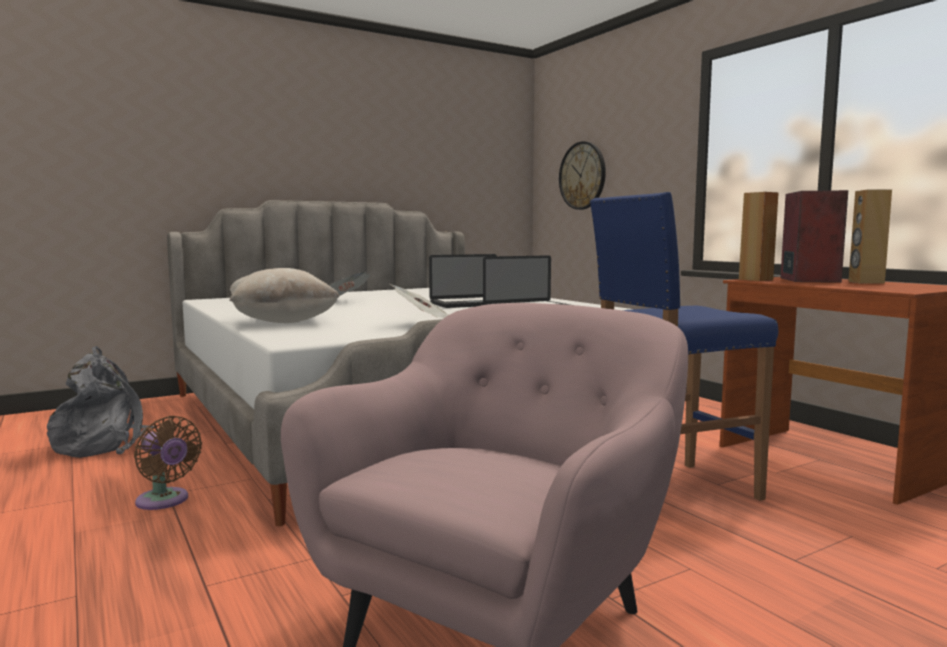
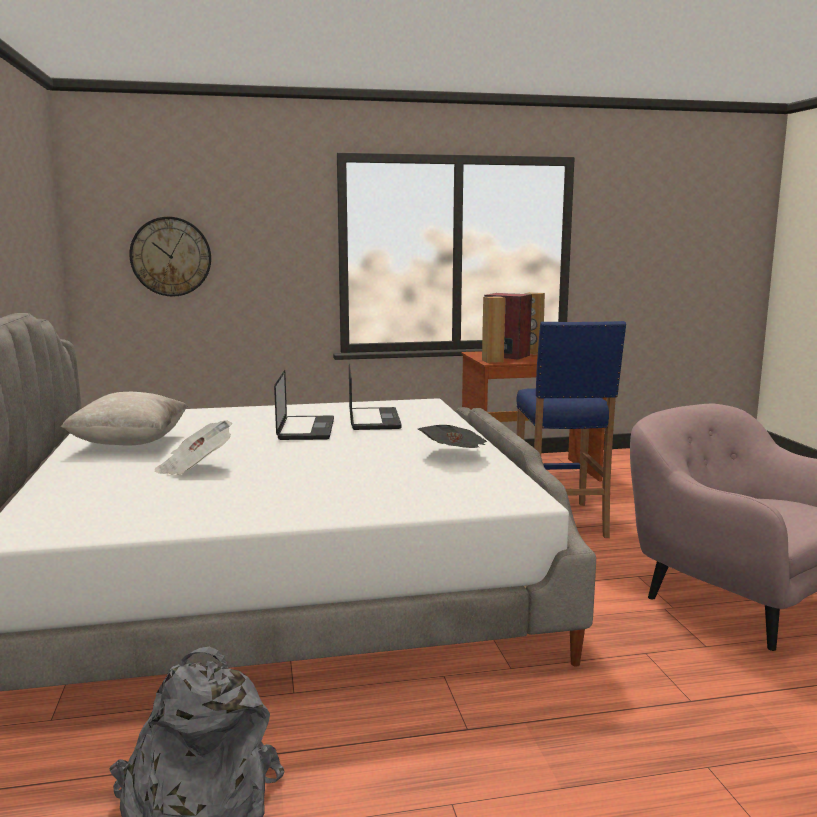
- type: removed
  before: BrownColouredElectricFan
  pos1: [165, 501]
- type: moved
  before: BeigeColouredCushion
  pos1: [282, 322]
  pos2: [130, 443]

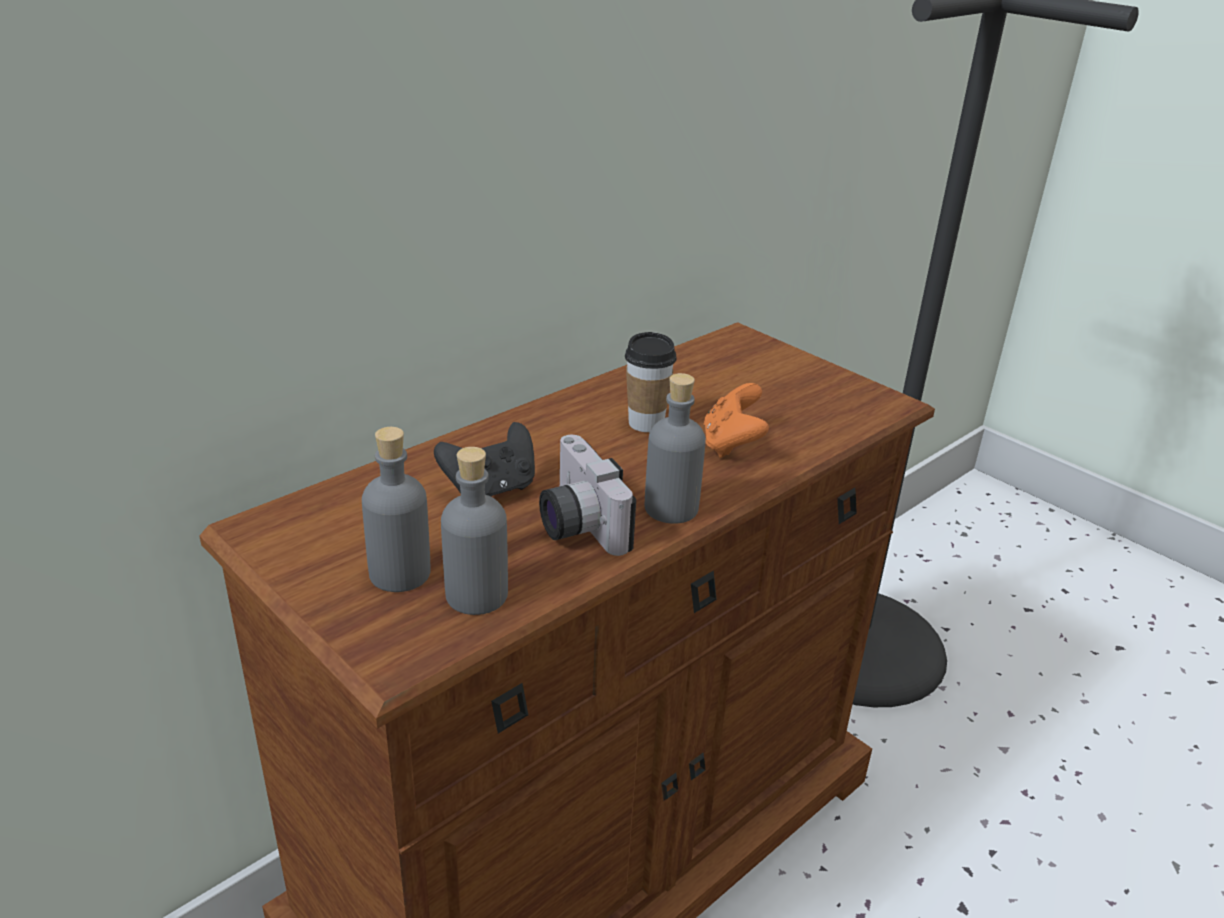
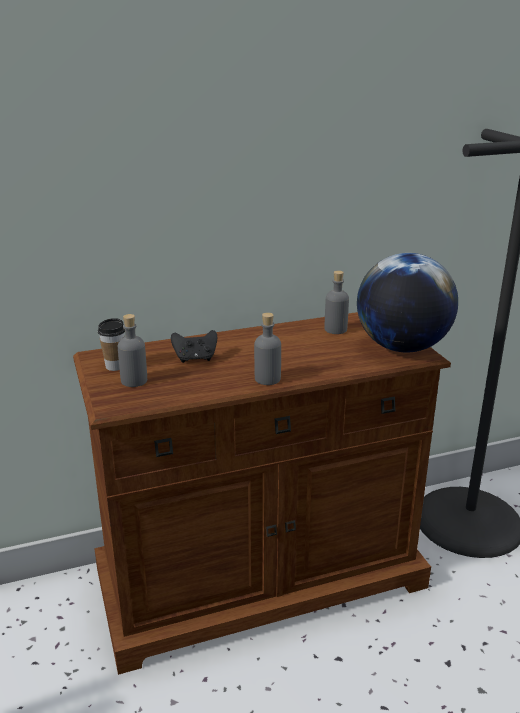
- type: removed
  before: PhotoCamera
  pos1: [575, 524]
- type: removed
  before: OrangeColouredGamepad
  pos1: [731, 445]
- type: added
  after: WorldGlobe
  pos2: [402, 347]
- type: moved
  before: GrayBottle
  pos1: [476, 595]
  pos2: [335, 329]
- type: moved
  before: Cup
  pos1: [646, 423]
  pos2: [115, 366]

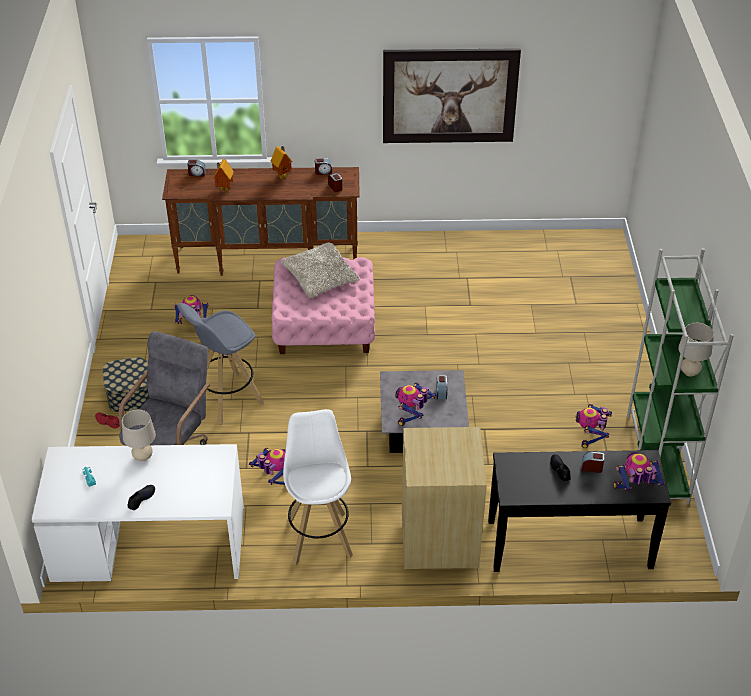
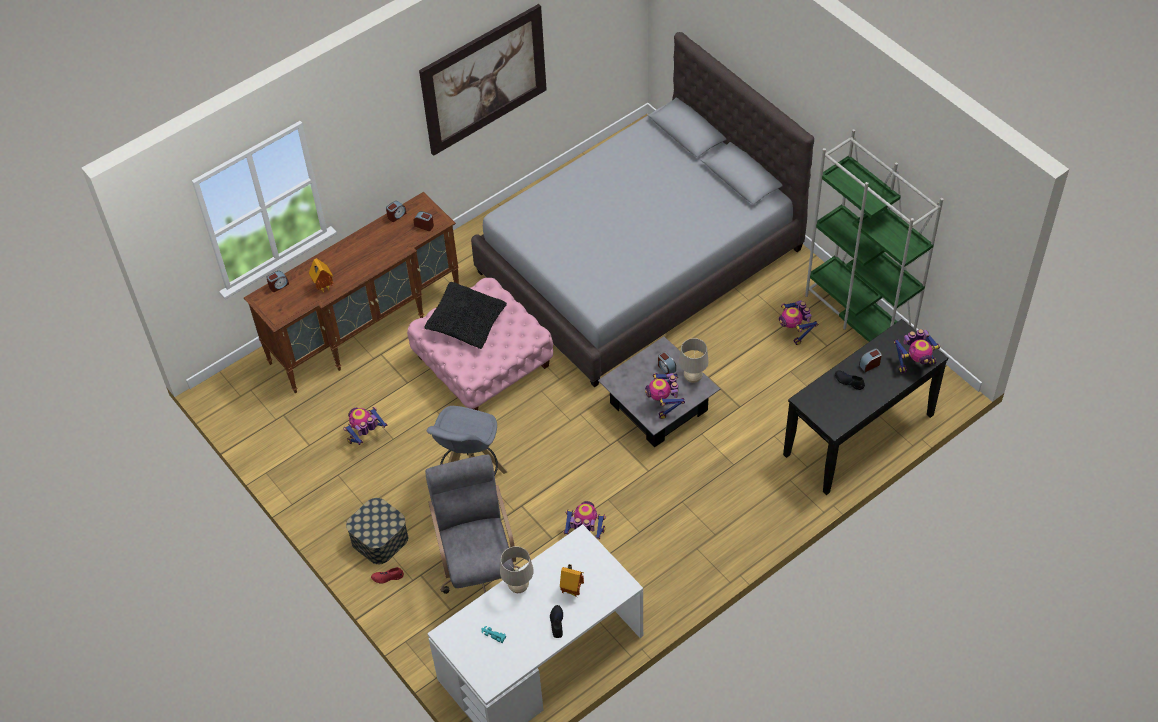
- type: removed
  before: WhiteColouredStoolSeat
  pos1: [319, 536]
- type: removed
  before: BrownColouredChestOfDrawers
  pos1: [439, 543]
- type: added
  after: GraySleepingBed
  pos2: [640, 261]
- type: moved
  before: ToyHouse
  pos1: [283, 176]
  pos2: [572, 590]
- type: moved
  before: BeigeColouredTabletopLamp
  pos1: [689, 372]
  pos2: [692, 378]
- type: recoloured
  before: BeigeColouredCushion
  after: BlackCushion
  pos1: [320, 278]
  pos2: [467, 322]
- type: turned
  before: RobotFigure
  pos1: [635, 489]
  pos2: [915, 363]
  turn: -150

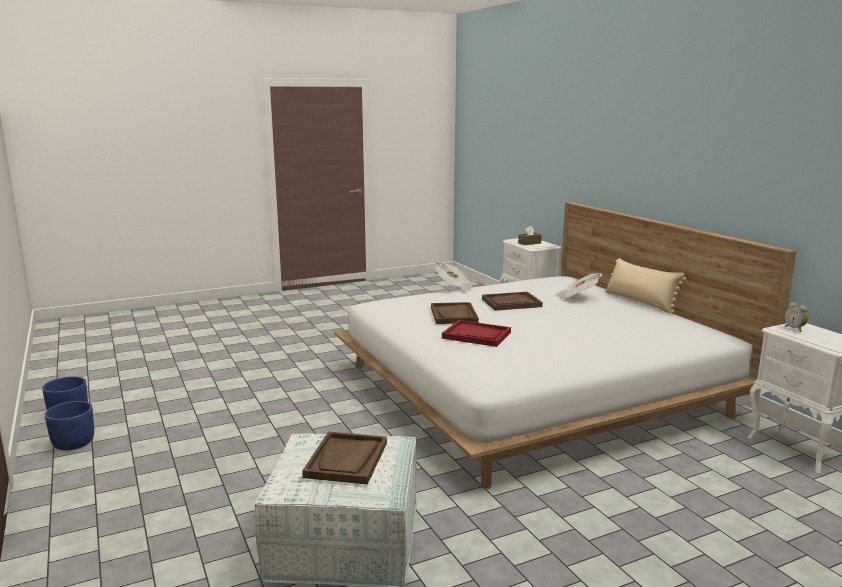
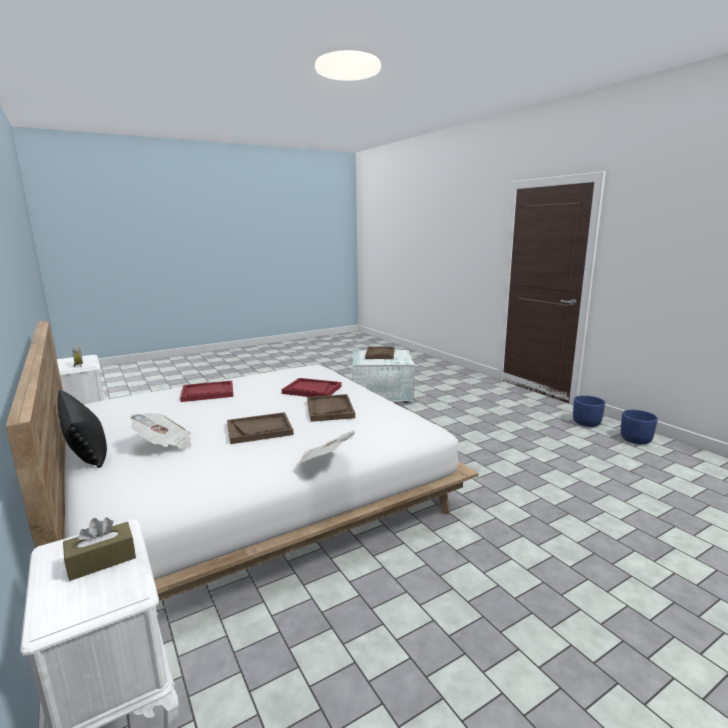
- type: added
  after: RedColouredCarryingTray
  pos2: [207, 393]
- type: recoloured
  before: BeigeColouredCushion
  after: BlackCushion
  pos1: [640, 302]
  pos2: [86, 448]

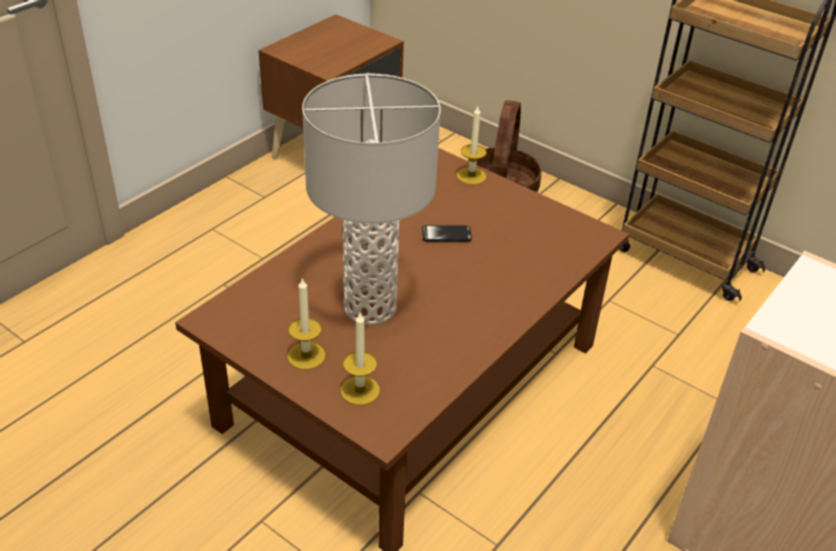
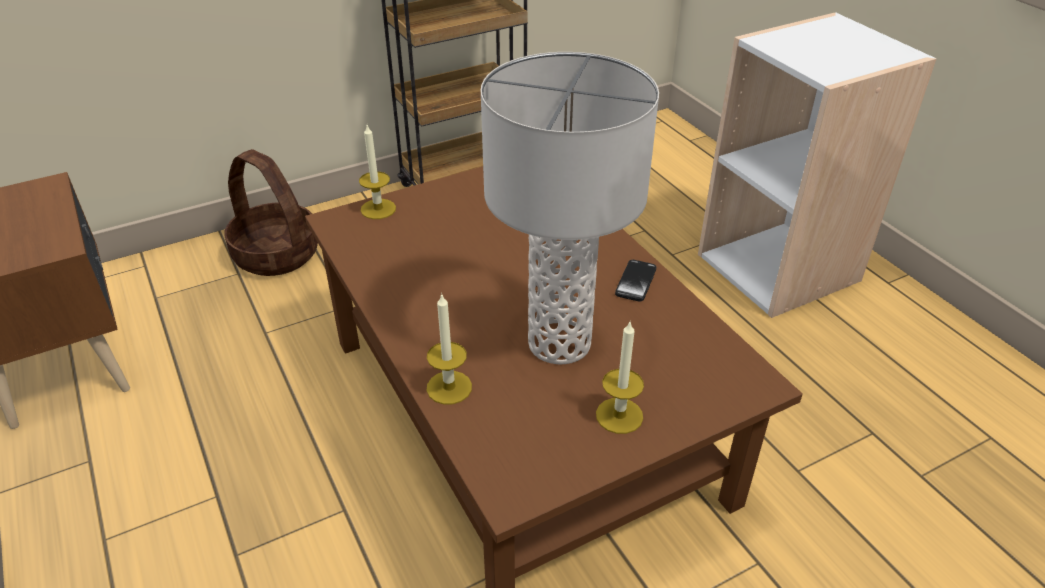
- type: moved
  before: WaxLight
  pos1: [360, 390]
  pos2: [449, 387]
- type: moved
  before: Handset
  pos1: [446, 235]
  pos2: [635, 281]

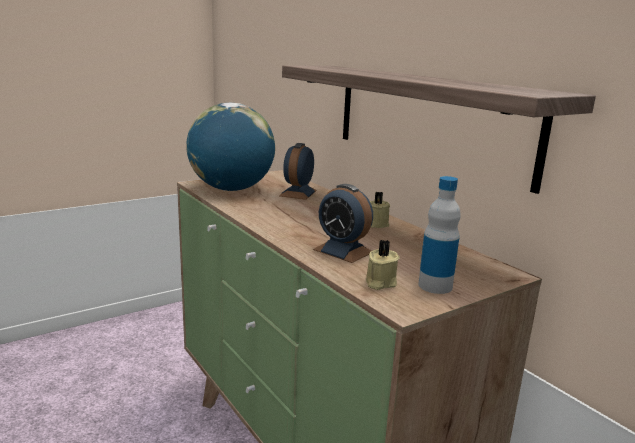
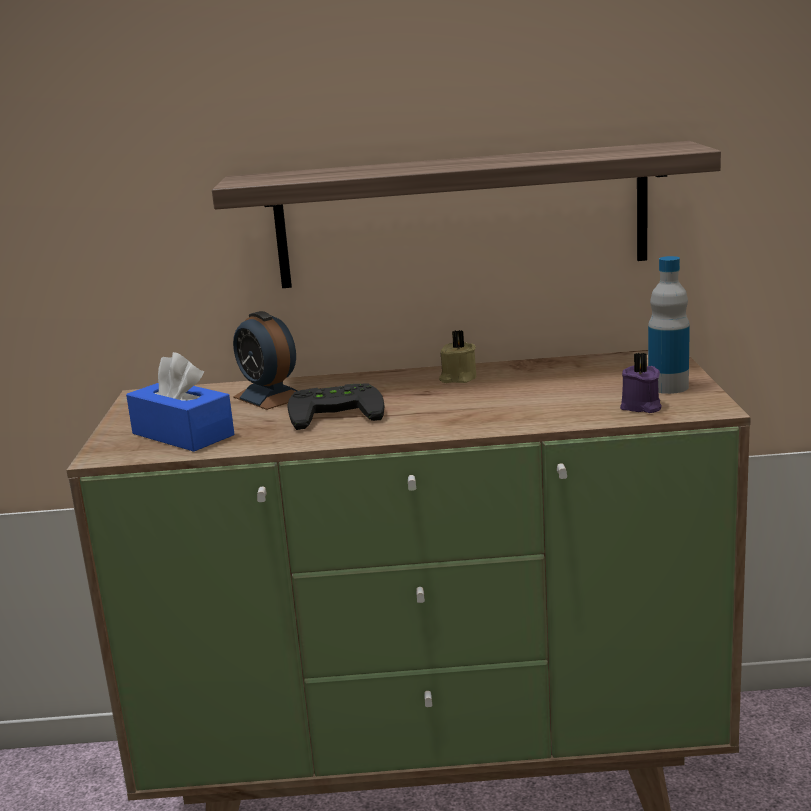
- type: removed
  before: AlarmClock
  pos1: [343, 251]
- type: added
  after: BlackGamepad
  pos2: [336, 412]
- type: replaced
  before: WorldGlobe
  after: BlueColouredTissueHolder
  pos1: [231, 189]
  pos2: [183, 434]
- type: recoloured
  before: BeigeColouredWaxLight
  after: PurplishWaxLight
  pos1: [379, 283]
  pos2: [641, 407]

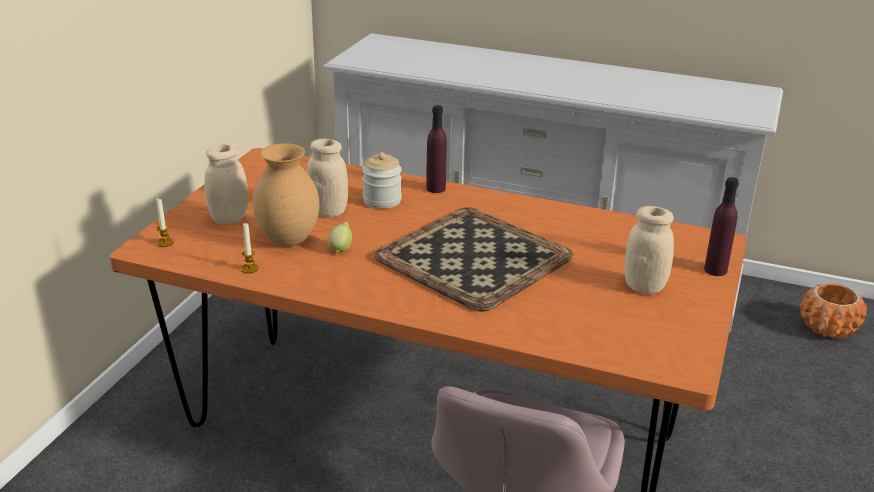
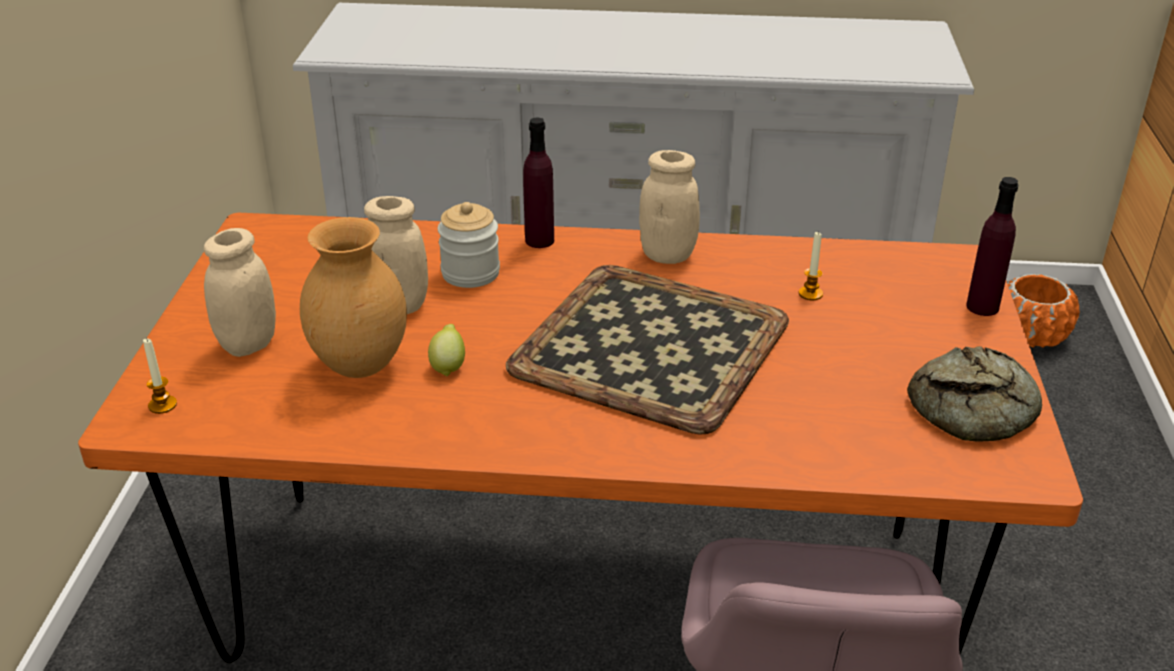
- type: added
  after: Bread
  pos2: [977, 409]
- type: moved
  before: WaxLight
  pos1: [249, 269]
  pos2: [810, 294]
- type: moved
  before: BeigeColouredPreserveJar
  pos1: [644, 287]
  pos2: [667, 255]

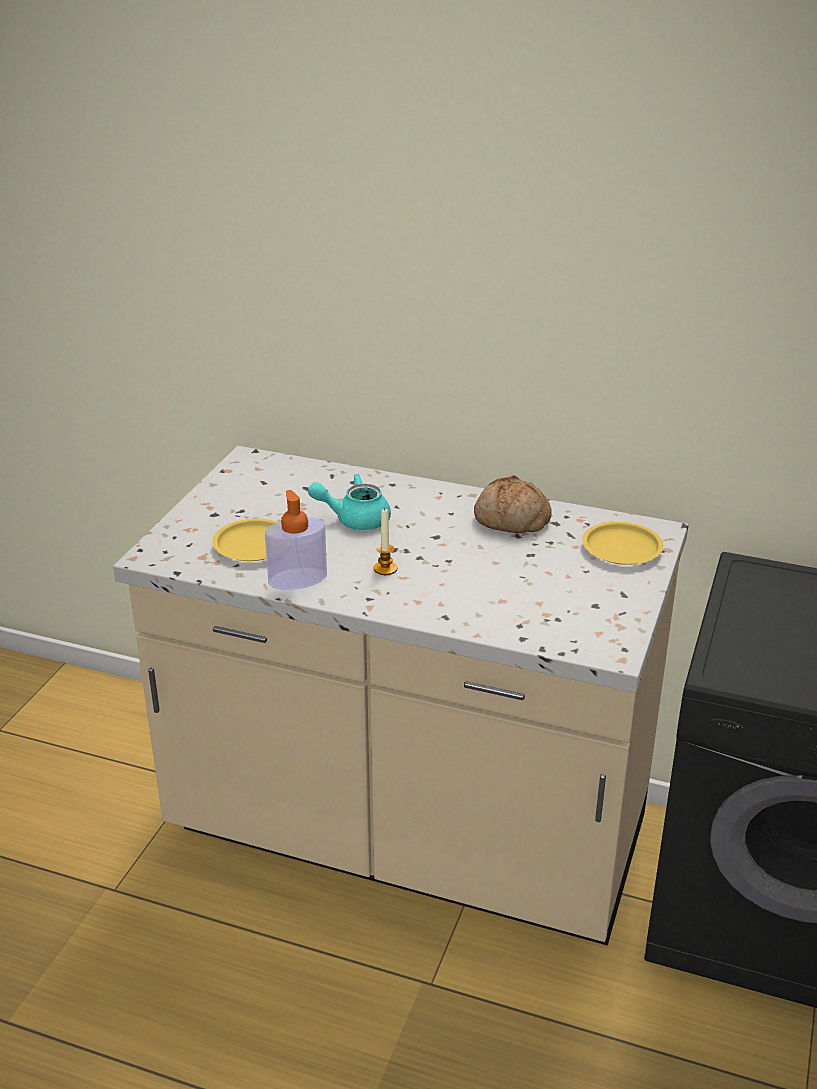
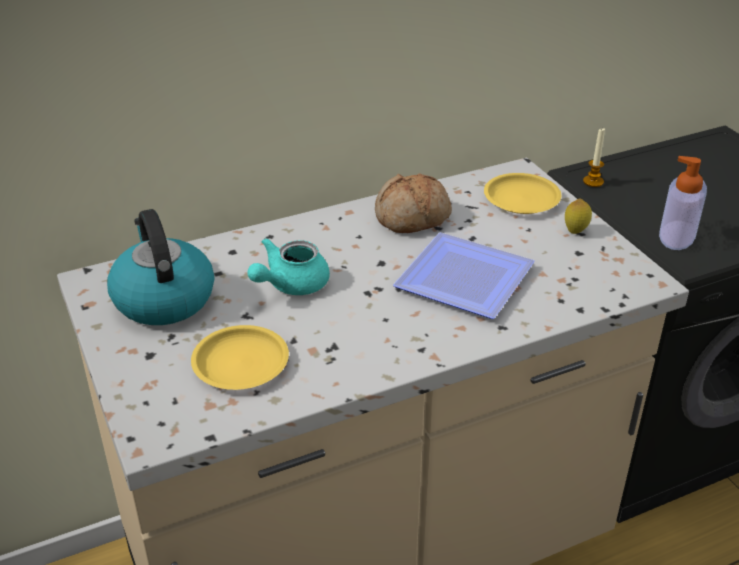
- type: added
  after: WaterKettle
  pos2: [163, 298]
- type: added
  after: DinnerPlate
  pos2: [466, 283]
- type: added
  after: WholeLemon
  pos2: [575, 231]
- type: moved
  before: LiquidSoapBottle
  pos1: [298, 579]
  pos2: [677, 235]
- type: moved
  before: WaxLight
  pos1: [385, 569]
  pos2: [593, 181]

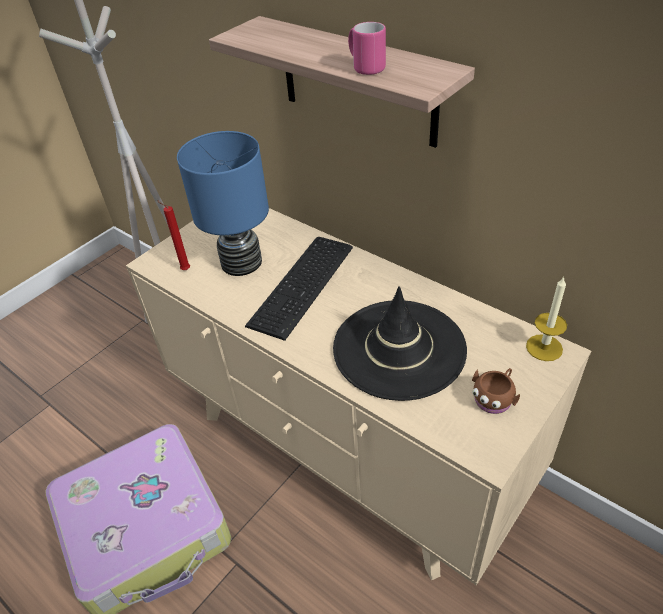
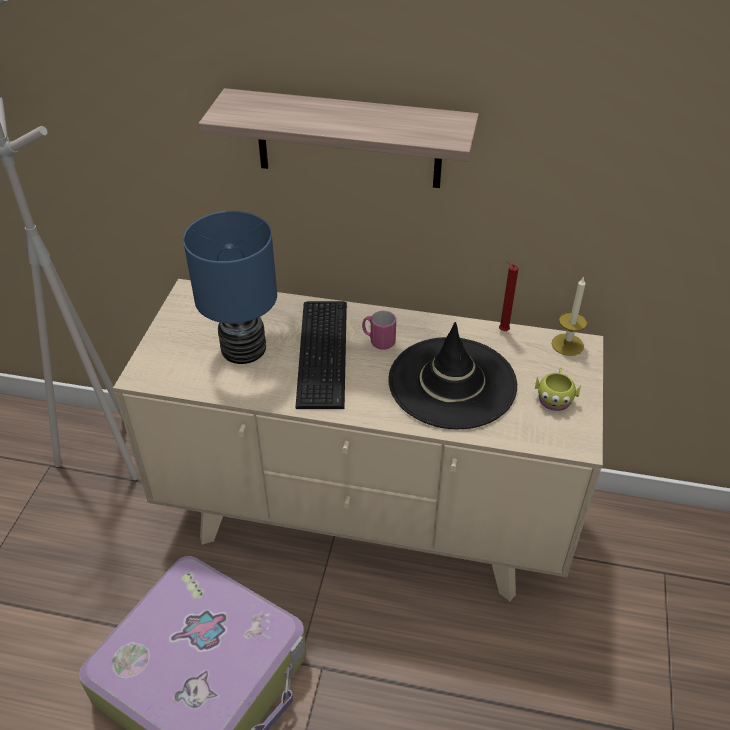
- type: moved
  before: RedColouredWaxLight
  pos1: [184, 269]
  pos2: [502, 331]
- type: moved
  before: PinkColouredMug
  pos1: [365, 68]
  pos2: [378, 341]
- type: recoloured
  before: BrownColouredMug
  after: YellowishMug
  pos1: [494, 398]
  pos2: [555, 397]

